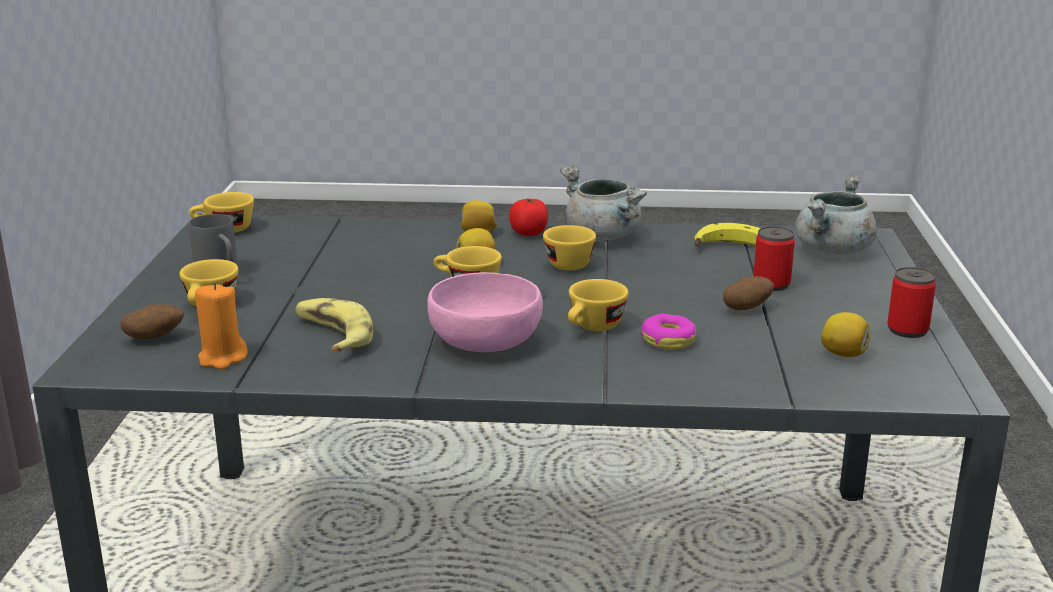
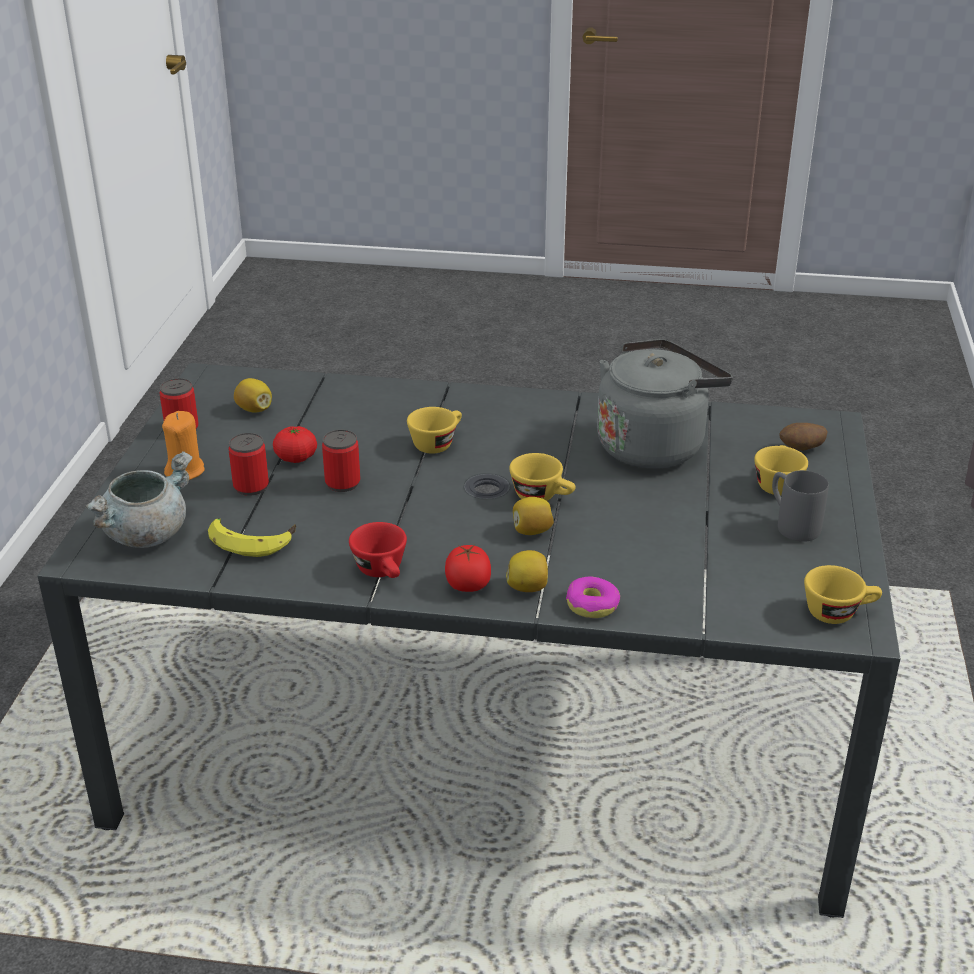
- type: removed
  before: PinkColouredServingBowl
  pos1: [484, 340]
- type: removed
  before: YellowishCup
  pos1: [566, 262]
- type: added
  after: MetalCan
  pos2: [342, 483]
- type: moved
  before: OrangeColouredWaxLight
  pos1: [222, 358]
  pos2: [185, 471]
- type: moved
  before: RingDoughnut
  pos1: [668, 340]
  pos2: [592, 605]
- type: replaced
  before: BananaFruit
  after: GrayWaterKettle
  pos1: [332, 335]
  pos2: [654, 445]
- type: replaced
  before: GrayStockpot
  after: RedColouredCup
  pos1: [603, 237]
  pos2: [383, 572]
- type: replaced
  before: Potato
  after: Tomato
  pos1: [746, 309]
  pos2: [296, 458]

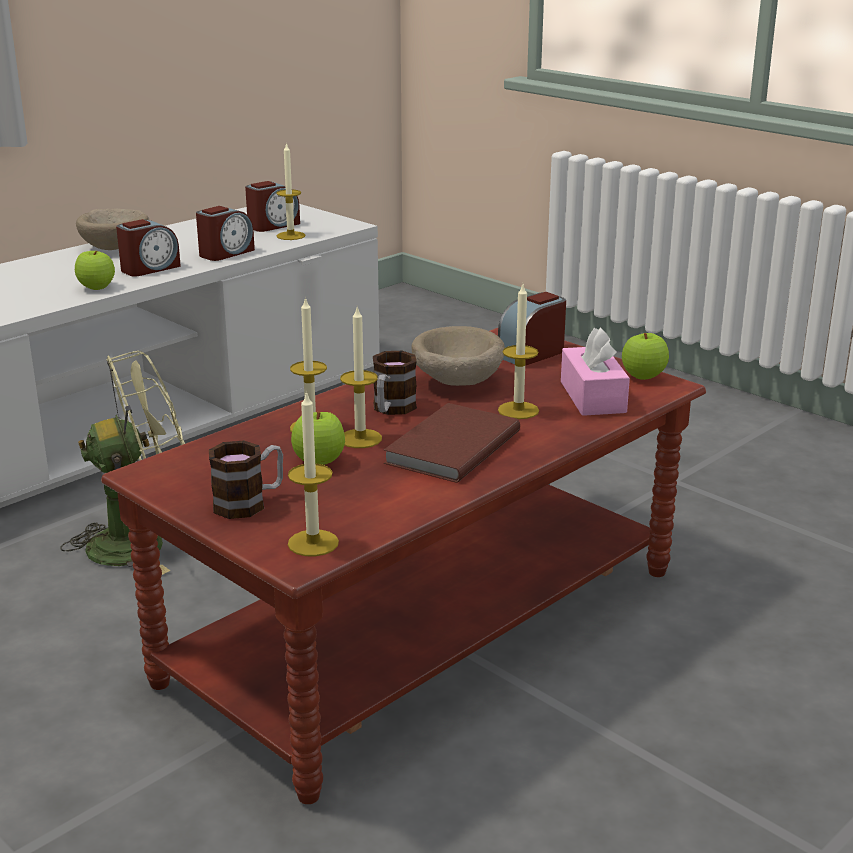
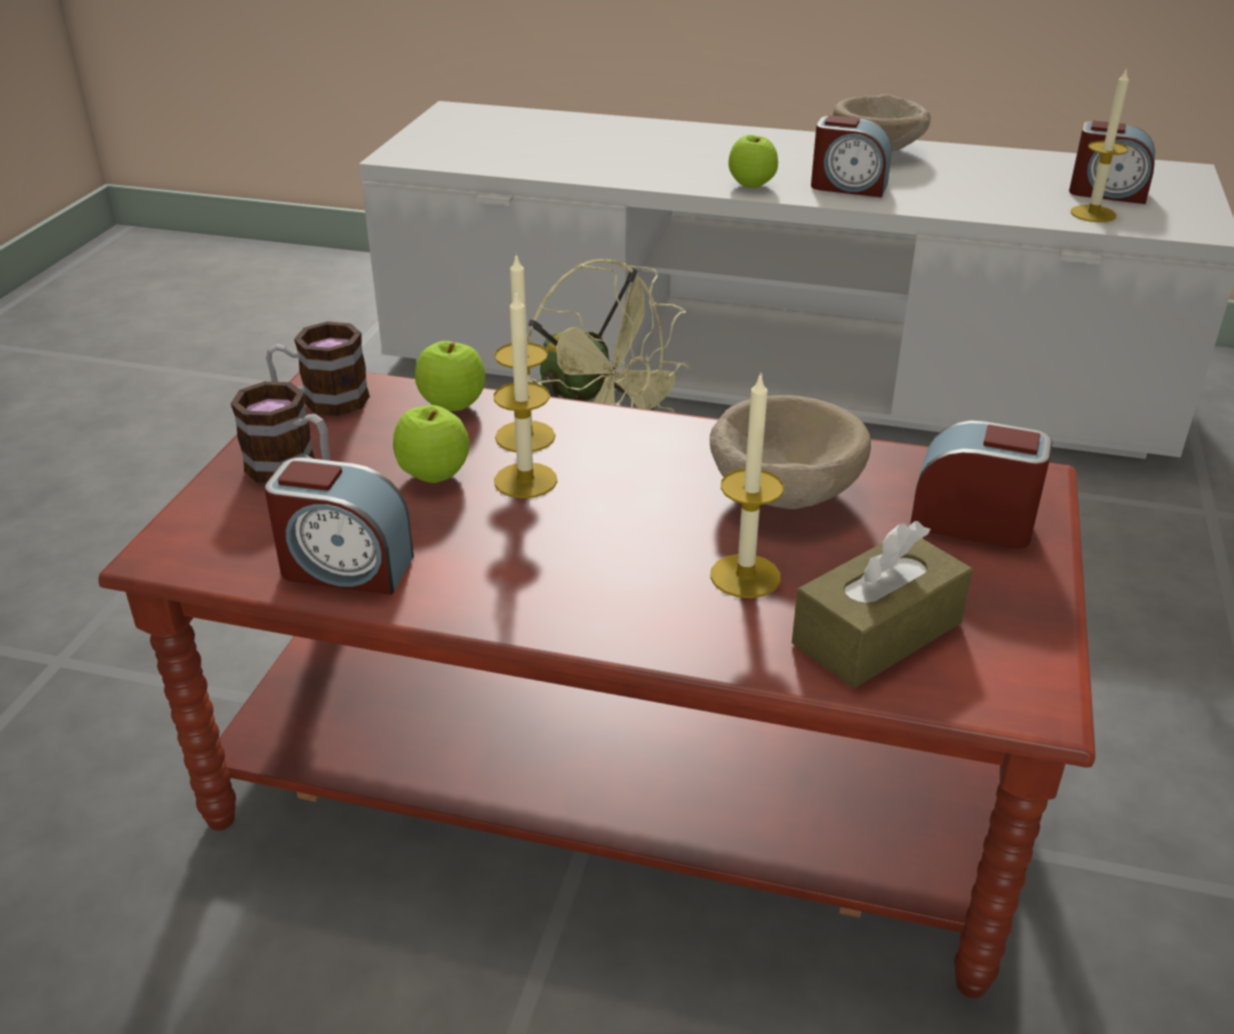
- type: removed
  before: WaxLight
  pos1: [313, 543]
- type: removed
  before: BrownColouredBoundBook
  pos1: [449, 447]
- type: moved
  before: AlarmClock
  pos1: [226, 253]
  pos2: [345, 568]
- type: moved
  before: Mug
  pos1: [391, 409]
  pos2: [322, 401]
- type: moved
  before: WholeApple
  pos1: [643, 377]
  pos2: [452, 405]
- type: recoloured
  before: PinkColouredTissueHolder
  after: BrownColouredTissueHolder
  pos1: [592, 397]
  pos2: [877, 633]

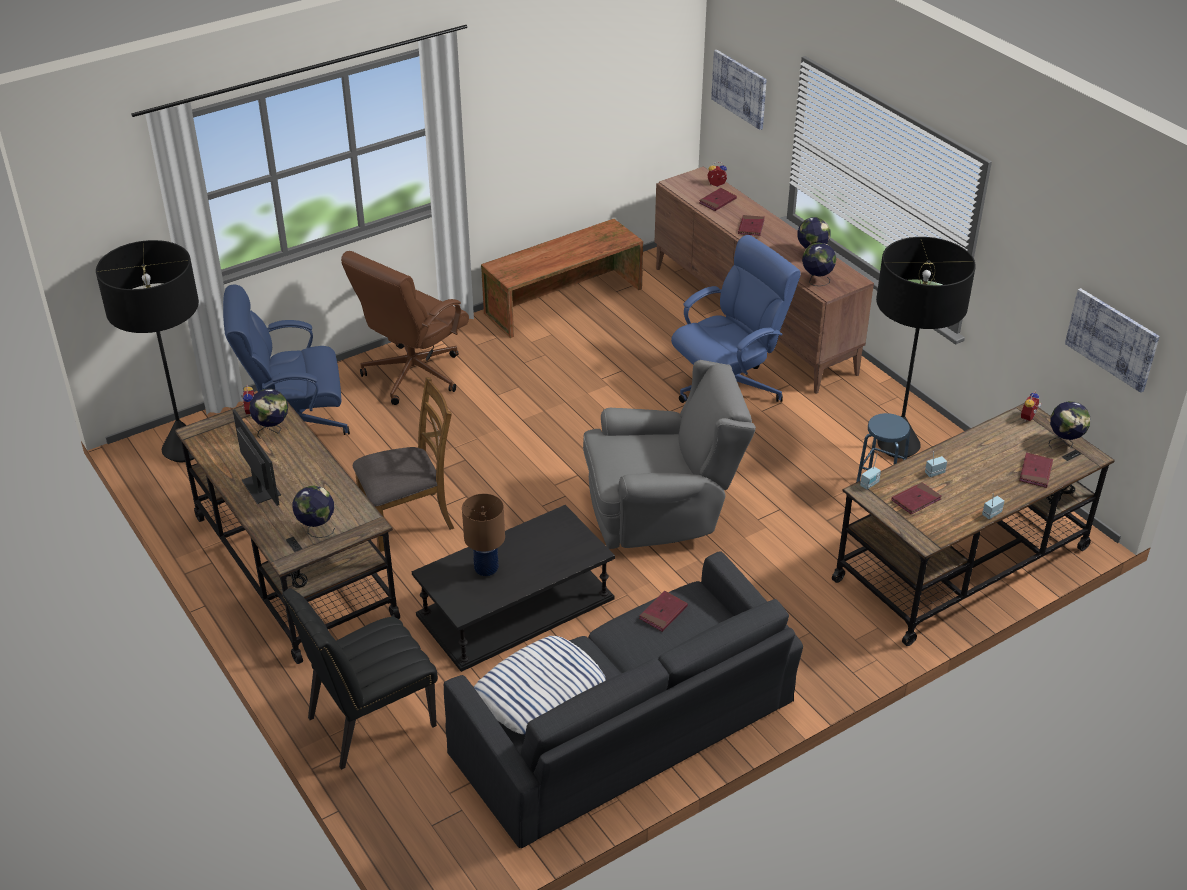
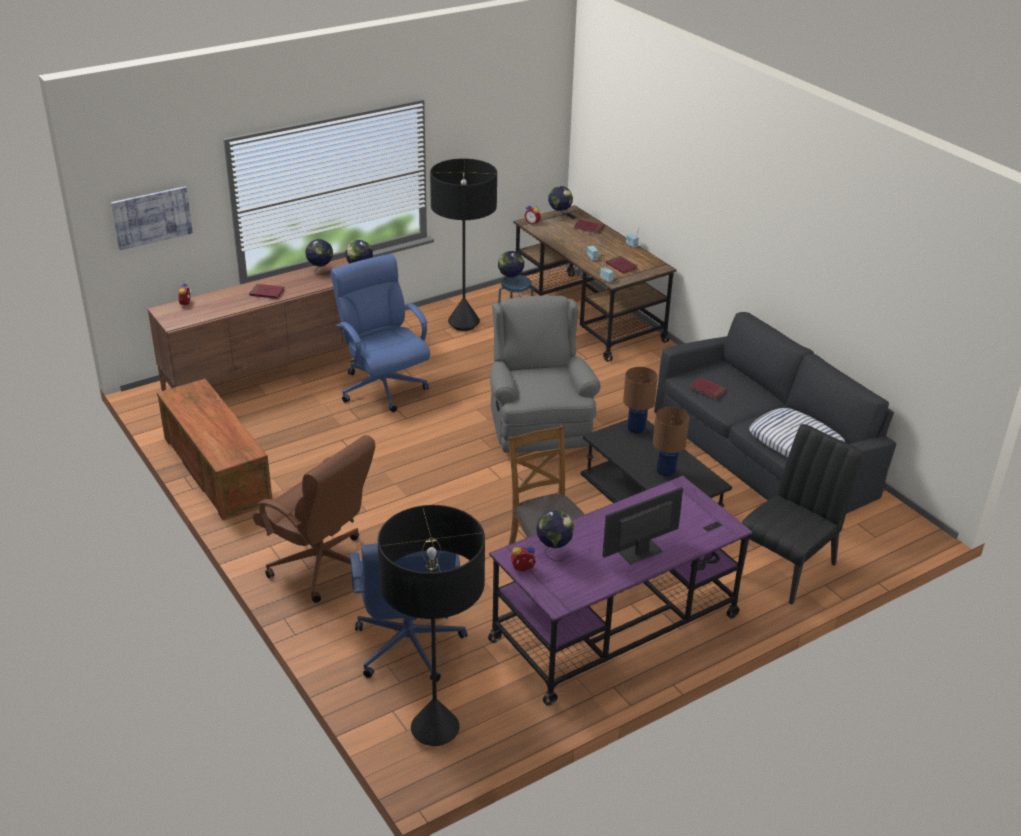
- type: removed
  before: RedColouredBoundBook
  pos1: [717, 201]
- type: removed
  before: WallPicture
  pos1: [1112, 339]
- type: added
  after: BrownColouredTabletopLamp
  pos2: [636, 430]
- type: moved
  before: WorldGlobe
  pos1: [316, 529]
  pos2: [510, 282]
- type: recoloured
  before: BrownColouredDeskTable
  after: PurplishDeskTable
  pos1: [294, 567]
  pos2: [615, 628]
- type: turned
  before: BlackChair
  pos1: [372, 721]
  pos2: [787, 570]
  turn: -105

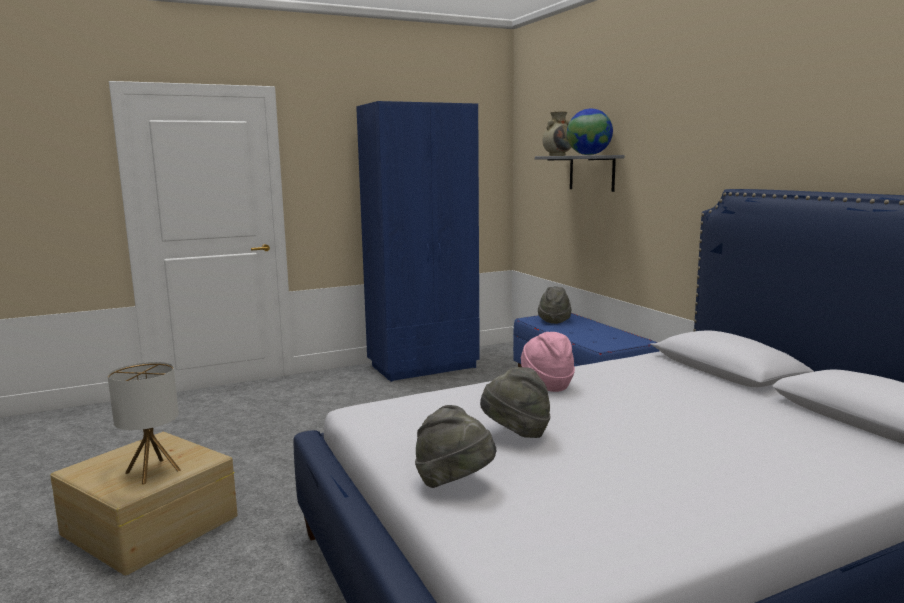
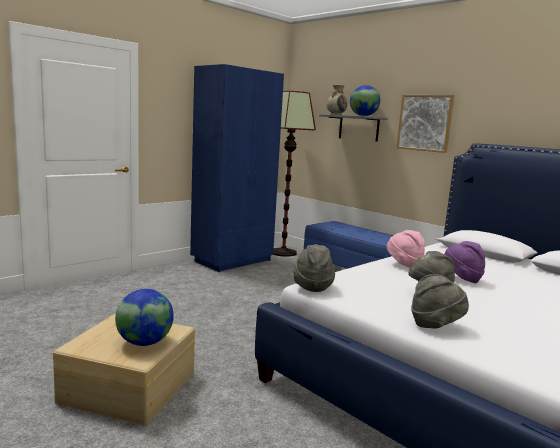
- type: added
  after: FloorLamp
  pos2: [283, 252]
- type: added
  after: WallPicture
  pos2: [425, 123]
- type: added
  after: PurplishClothingHat
  pos2: [461, 279]
- type: moved
  before: GrayClothingHat
  pos1: [554, 320]
  pos2: [312, 286]
- type: replaced
  before: TabletopLamp
  after: WorldGlobe
  pos1: [152, 472]
  pos2: [144, 342]

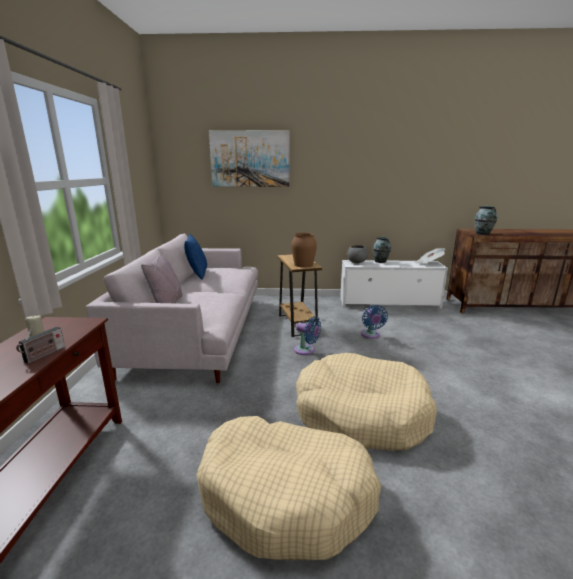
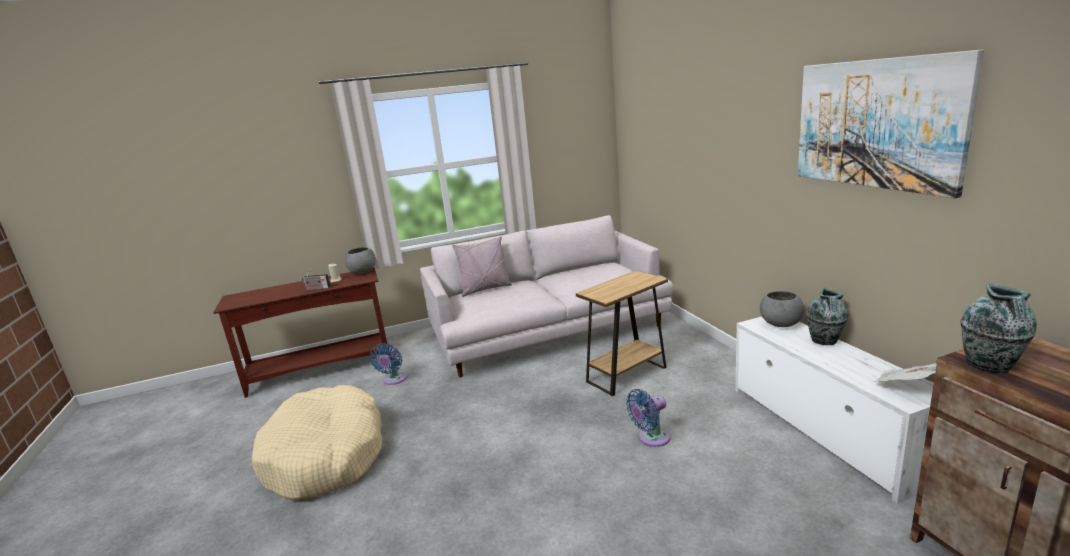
- type: removed
  before: BlueColouredCushion
  pos1: [197, 274]
- type: removed
  before: BrownColouredDecorativeVase
  pos1: [303, 265]
- type: removed
  before: BeigeColouredDogCushion
  pos1: [361, 413]
- type: added
  after: GrayServingBowl
  pos2: [363, 272]
- type: moved
  before: WallPicture
  pos1: [250, 159]
  pos2: [876, 123]
- type: moved
  before: BlueColouredElectricFan
  pos1: [306, 350]
  pos2: [394, 380]

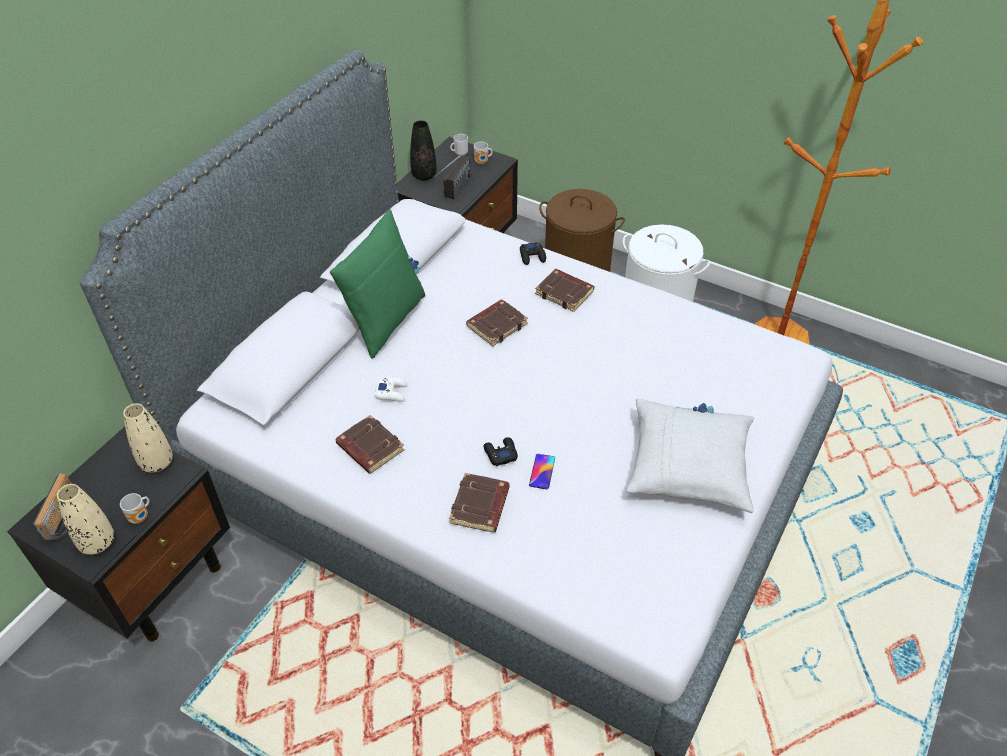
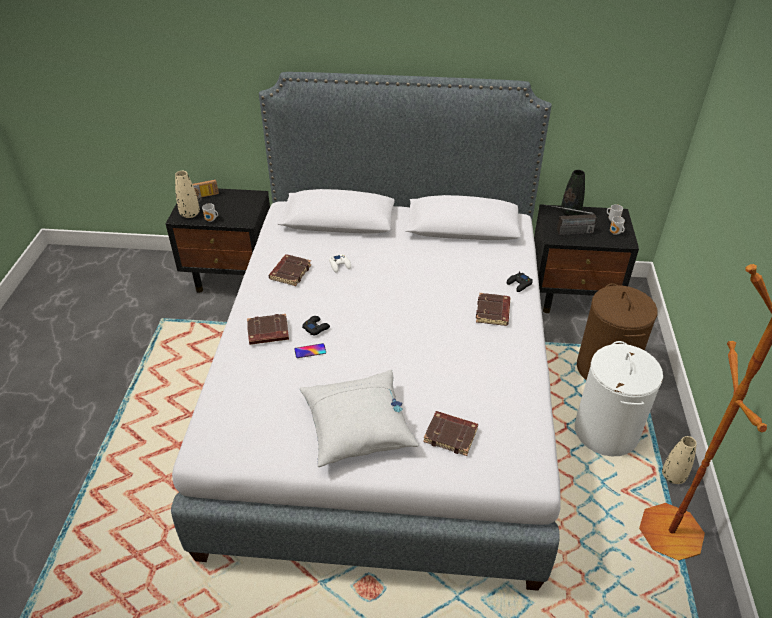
- type: removed
  before: GreenishCushion
  pos1: [386, 321]
- type: moved
  before: BeigeColouredDecorativeVase
  pos1: [157, 462]
  pos2: [673, 476]
- type: moved
  before: BrownColouredBoundBook
  pos1: [496, 325]
  pos2: [451, 435]

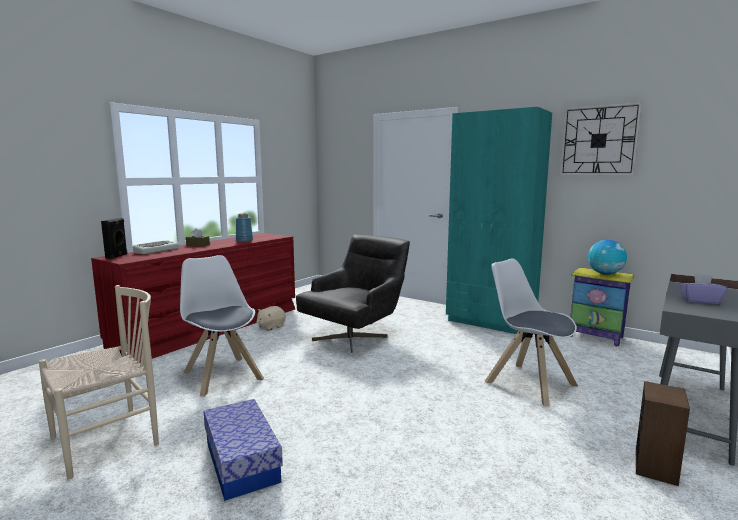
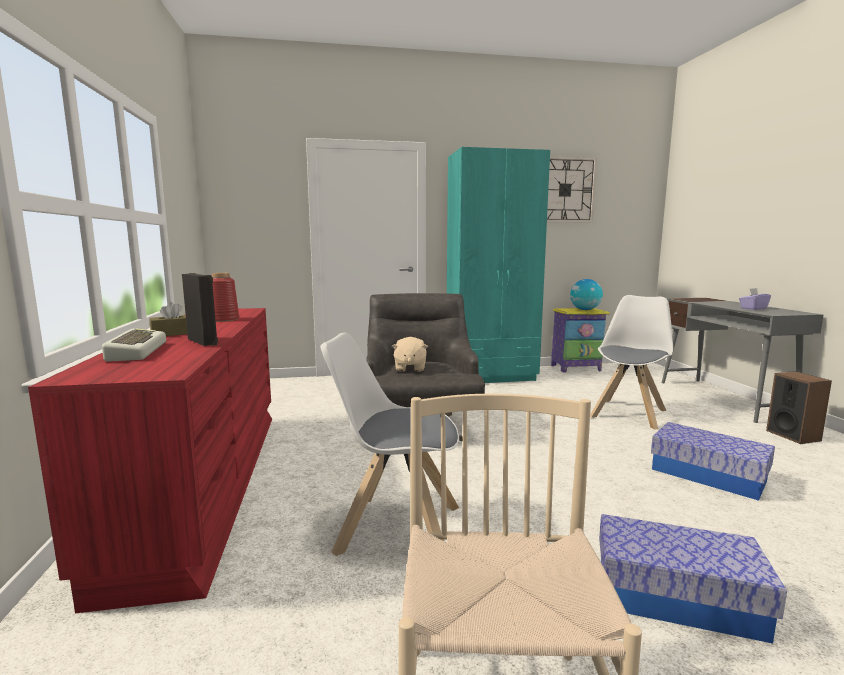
- type: added
  after: StorageBin
  pos2: [708, 475]
- type: moved
  before: BlackSpeaker
  pos1: [117, 256]
  pos2: [203, 341]
- type: moved
  before: BeigeColouredPlushToy
  pos1: [271, 326]
  pos2: [409, 368]
- type: recoloured
  before: BlueColouredDecorativeVase
  after: RedColouredDecorativeVase
  pos1: [244, 241]
  pos2: [224, 320]
- type: turned
  before: Chair
  pos1: [528, 383]
  pos2: [629, 413]
  turn: 120

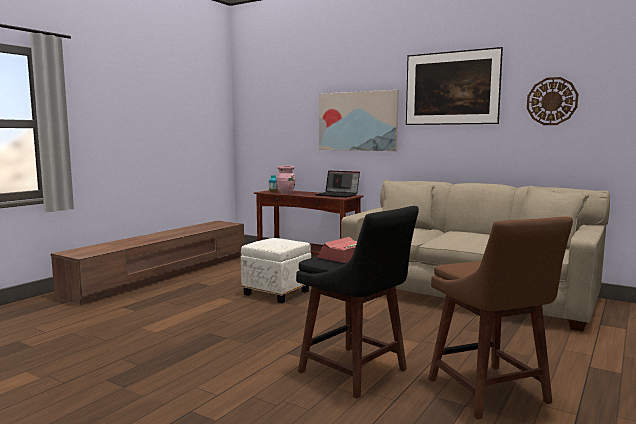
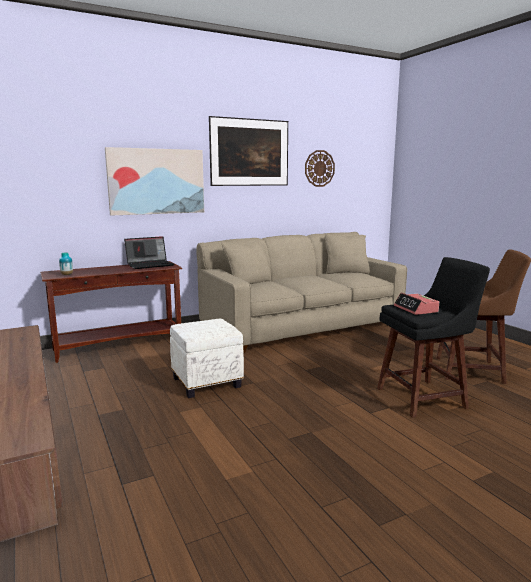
- type: removed
  before: PinkColouredDecorativeVase
  pos1: [286, 193]

